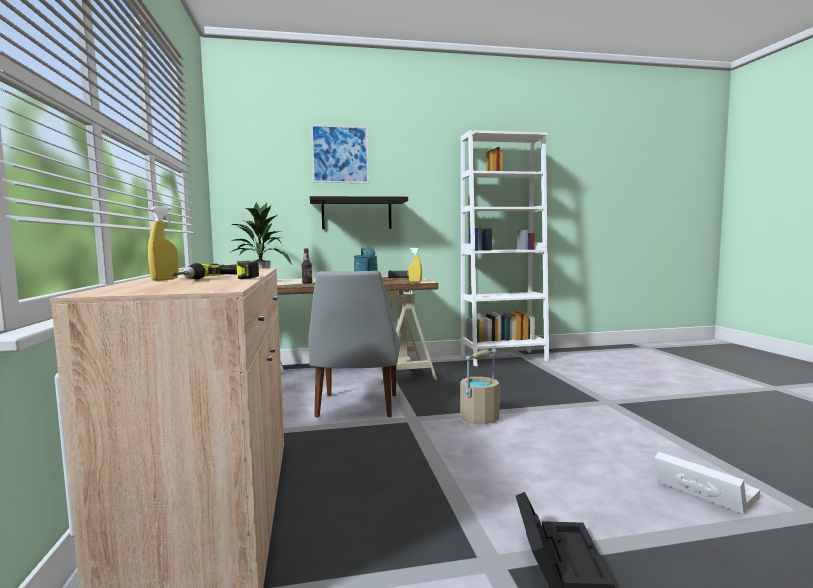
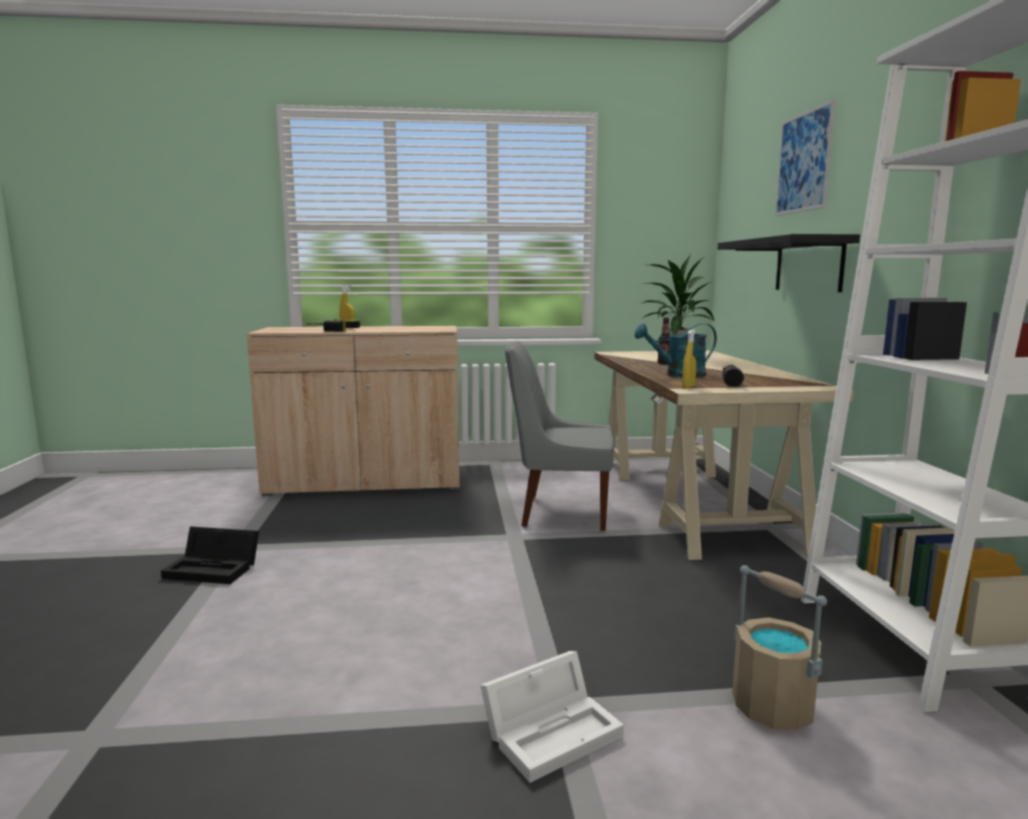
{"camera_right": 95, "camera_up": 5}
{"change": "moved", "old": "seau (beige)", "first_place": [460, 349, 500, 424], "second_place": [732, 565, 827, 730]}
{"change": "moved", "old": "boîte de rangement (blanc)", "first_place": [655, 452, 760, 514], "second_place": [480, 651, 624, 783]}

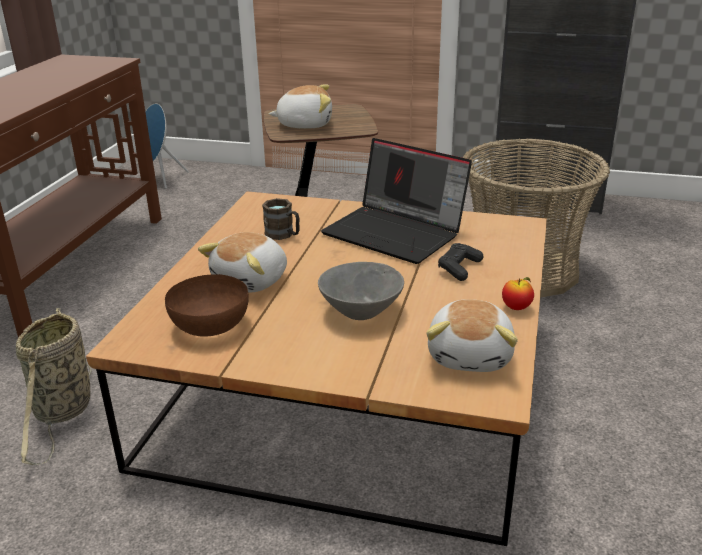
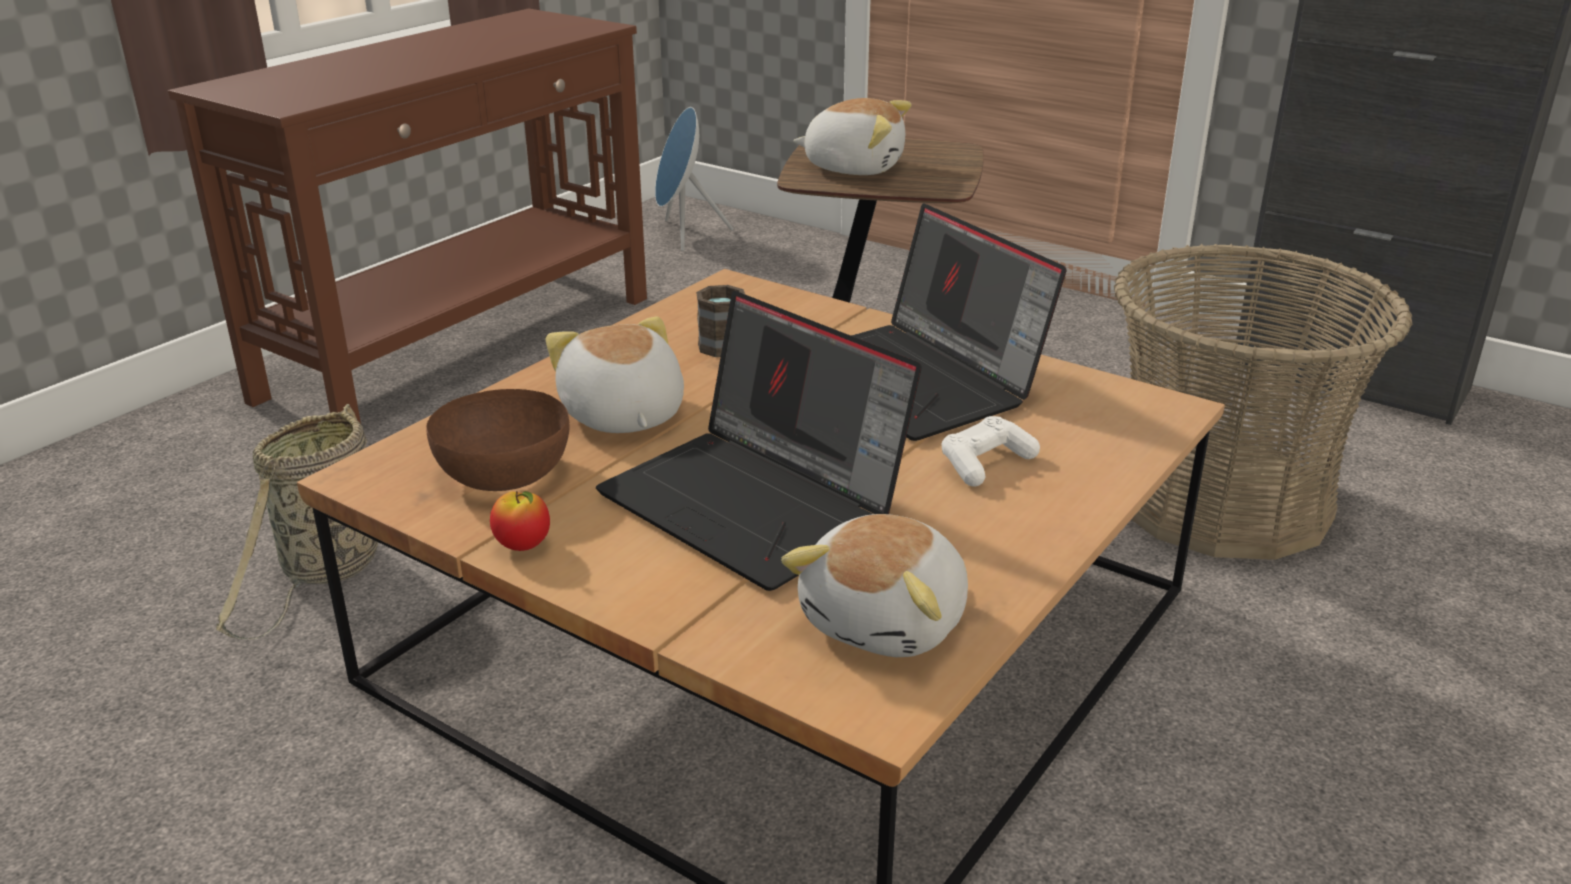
{"camera_right": 20, "camera_up": 0}
{"change": "turned", "old": "peluche", "first_place": [198, 232, 287, 293], "second_place": [546, 316, 684, 433], "degrees": 105}
{"change": "replaced", "old": "bol (gris)", "new": "ordinateur portable", "first_place": [318, 262, 404, 320], "second_place": [596, 291, 922, 591]}
{"change": "recoloured", "old": "manette (noir)", "new": "manette (blanc)", "first_place": [438, 243, 483, 281], "second_place": [942, 416, 1040, 486]}
{"change": "moved", "old": "pomme", "first_place": [502, 277, 534, 310], "second_place": [490, 491, 550, 551]}

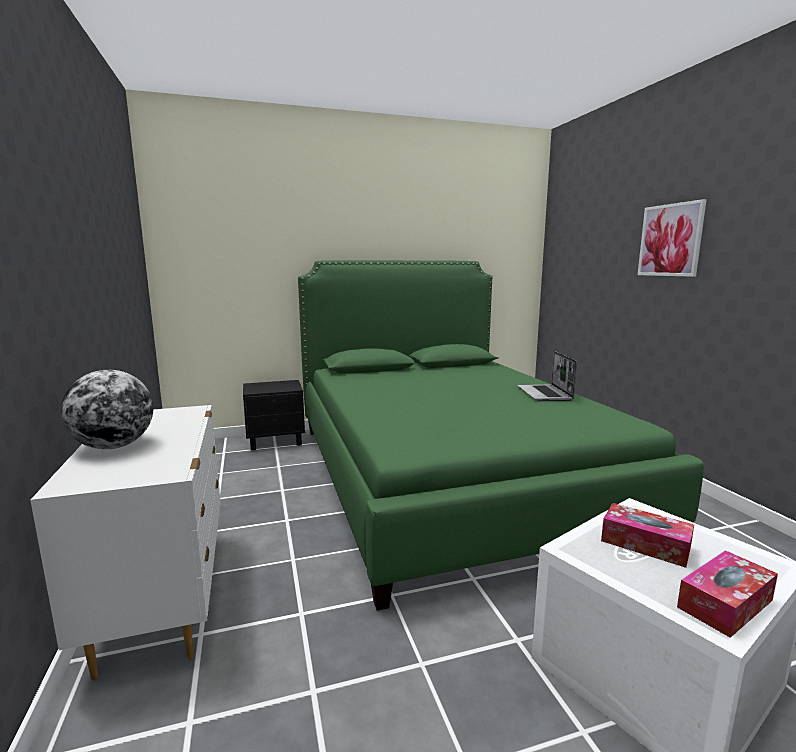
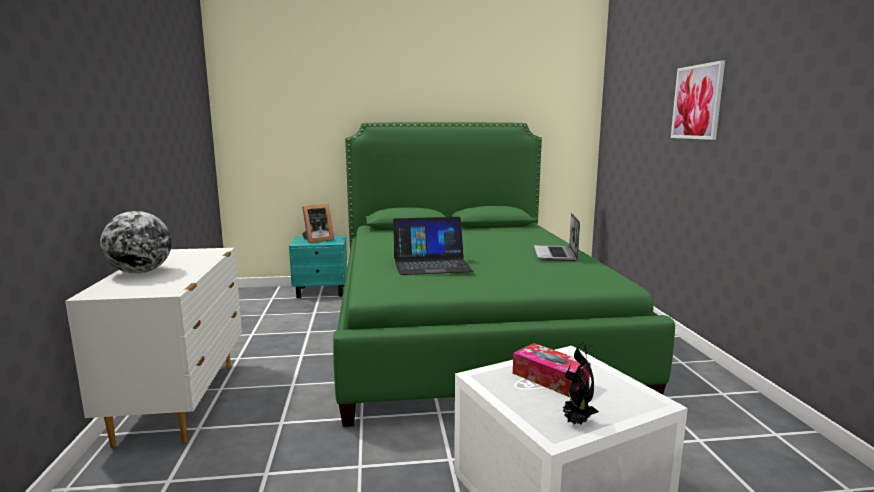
{"camera_right": 10, "camera_up": 0}
{"change": "recoloured", "old": "table de chevet (noir)", "new": "table de chevet (turquoise)", "first_place": [243, 380, 305, 451], "second_place": [289, 236, 347, 298]}
{"change": "replaced", "old": "boîte à mouchoirs", "new": "plante en pot", "first_place": [677, 550, 778, 638], "second_place": [562, 341, 599, 425]}
{"change": "added", "new": "cadre photo", "second_place": [302, 204, 334, 243]}
{"change": "added", "new": "ordinateur portable", "second_place": [393, 217, 473, 275]}

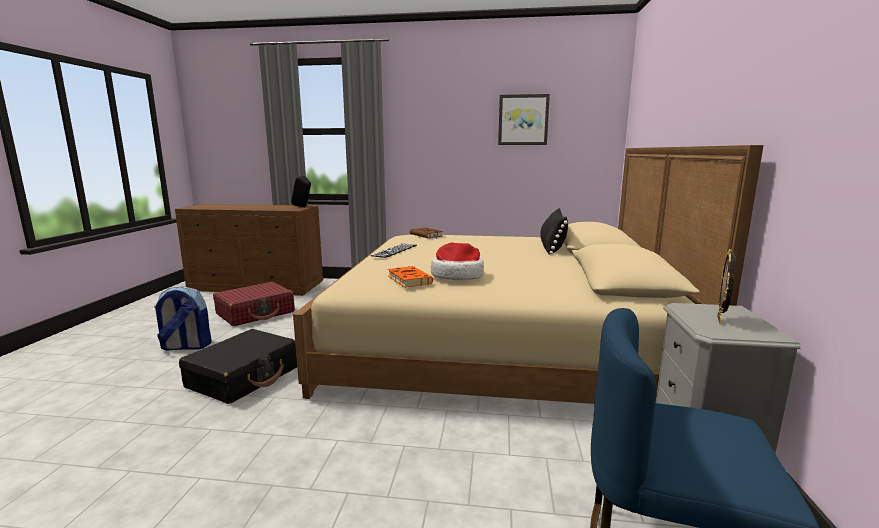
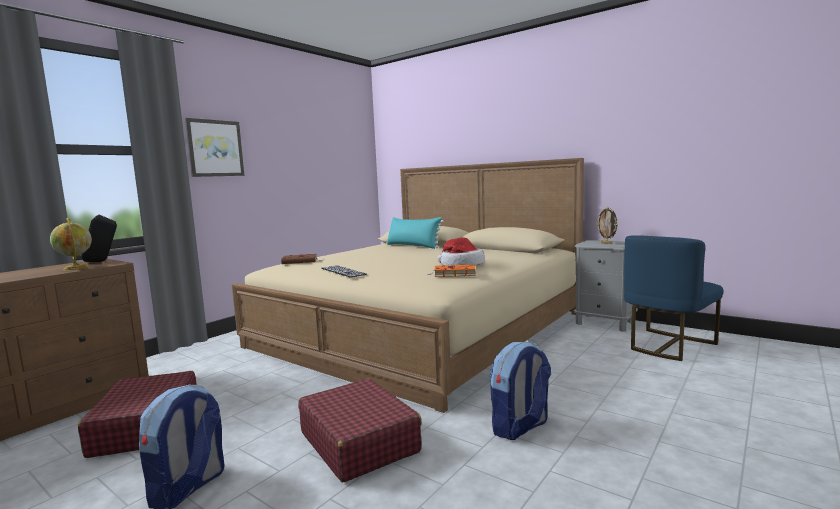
{"camera_right": -60, "camera_up": -5}
{"change": "recoloured", "old": "valise (noir)", "new": "valise (rouge)", "first_place": [179, 329, 297, 404], "second_place": [298, 378, 422, 482]}
{"change": "moved", "old": "tableau", "first_place": [498, 94, 550, 145], "second_place": [185, 118, 244, 177]}
{"change": "recoloured", "old": "coussin (noir)", "new": "coussin (turquoise)", "first_place": [540, 208, 568, 255], "second_place": [386, 217, 444, 249]}
{"change": "added", "new": "globe", "second_place": [50, 218, 92, 271]}
{"change": "added", "new": "sac à dos", "second_place": [490, 341, 551, 440]}

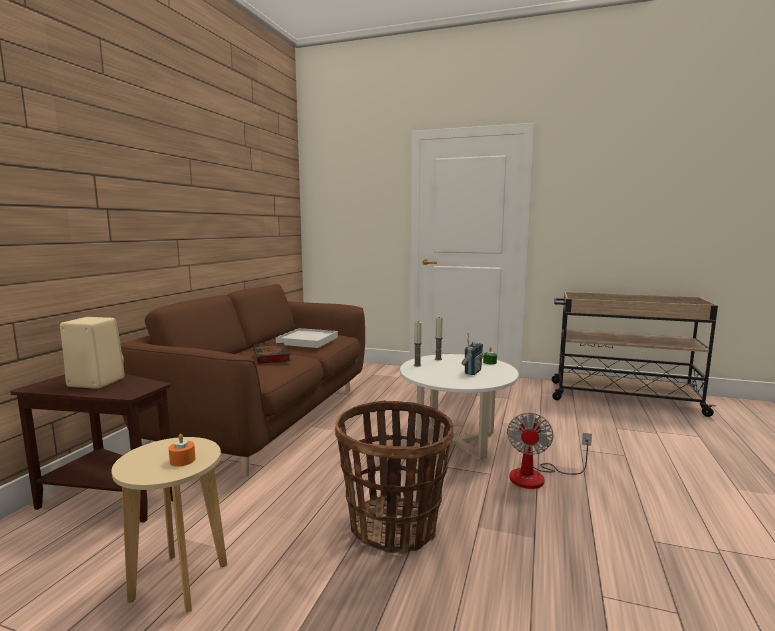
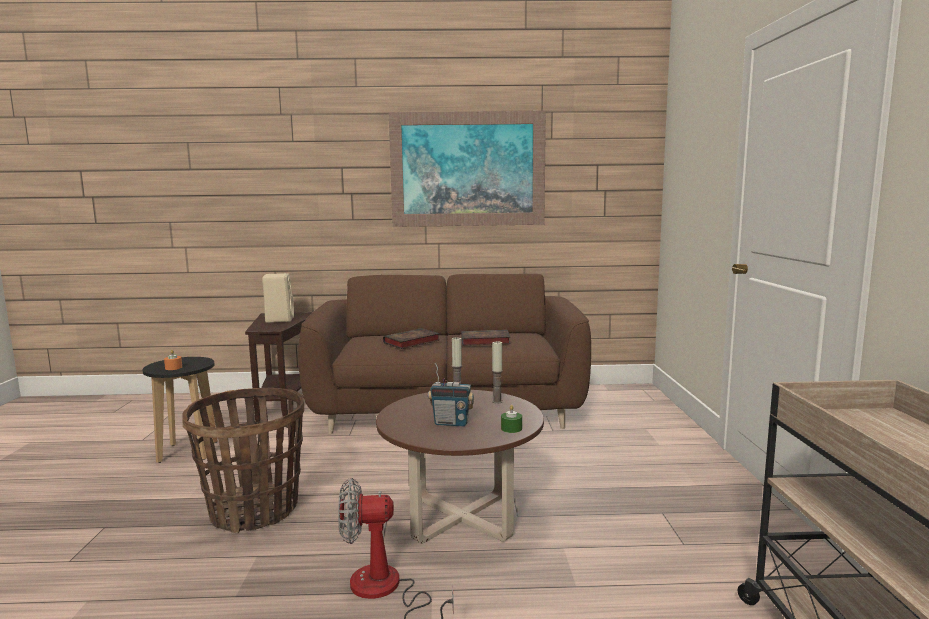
{"camera_right": 70, "camera_up": 0}
{"change": "recoloured", "old": "tabouret (beige)", "new": "tabouret (noir)", "first_place": [112, 437, 227, 613], "second_place": [143, 357, 218, 463]}
{"change": "replaced", "old": "plateau (blanc)", "new": "livre", "first_place": [276, 328, 338, 348], "second_place": [461, 330, 511, 346]}
{"change": "recoloured", "old": "table basse (blanc)", "new": "table basse (marron)", "first_place": [400, 354, 519, 460], "second_place": [376, 390, 544, 544]}
{"change": "added", "new": "tableau", "second_place": [389, 111, 546, 227]}

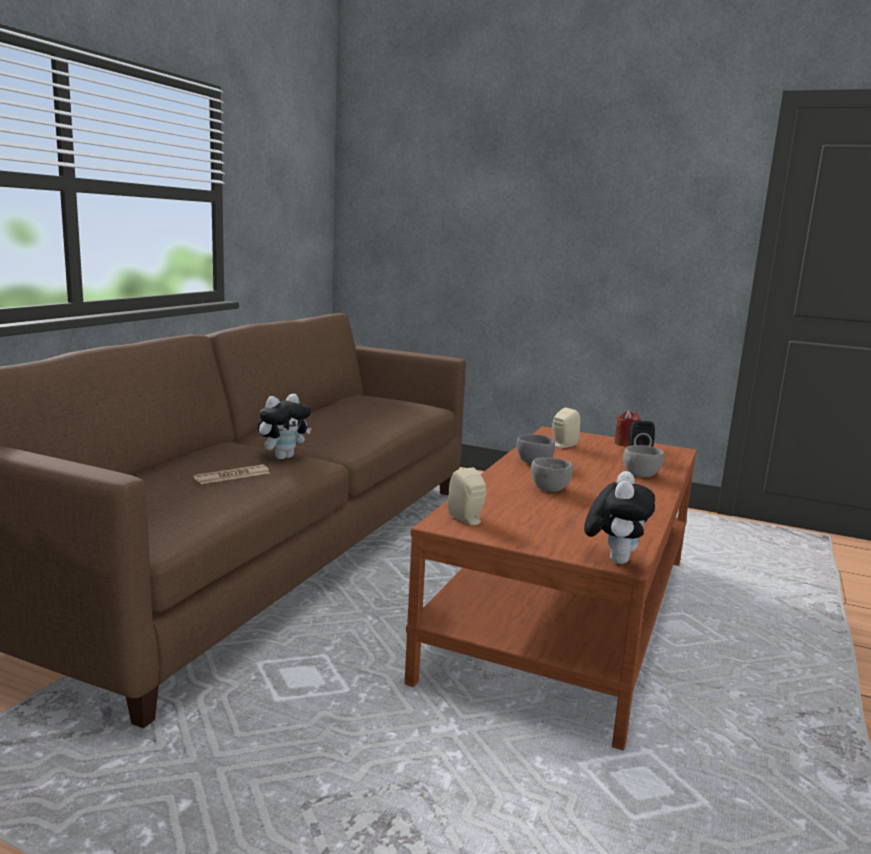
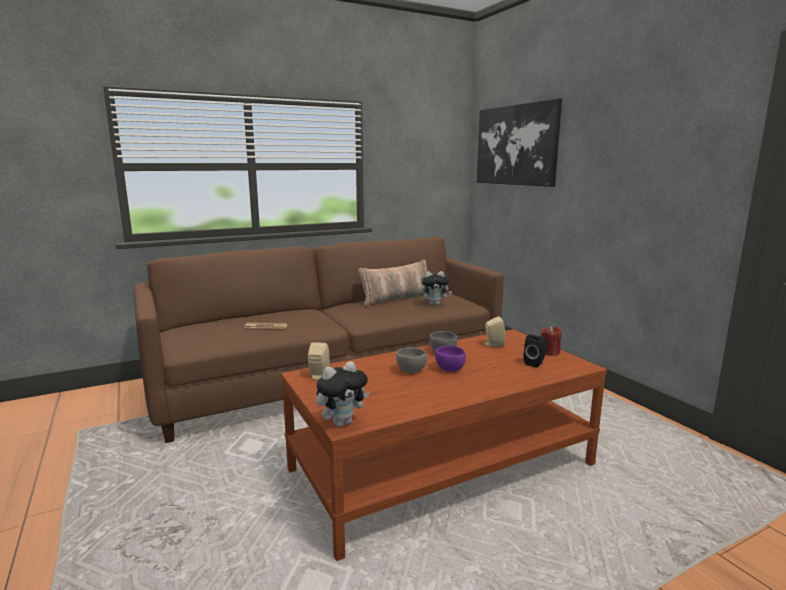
{"camera_right": 40, "camera_up": 0}
{"change": "moved", "old": "peluche", "first_place": [258, 394, 311, 459], "second_place": [421, 271, 452, 306]}
{"change": "removed", "old": "bol (gris)", "first_place": [623, 445, 664, 478]}
{"change": "added", "new": "coussin", "second_place": [358, 260, 427, 307]}
{"change": "added", "new": "bol (violet)", "second_place": [435, 346, 466, 372]}
{"change": "added", "new": "tableau", "second_place": [477, 98, 562, 187]}

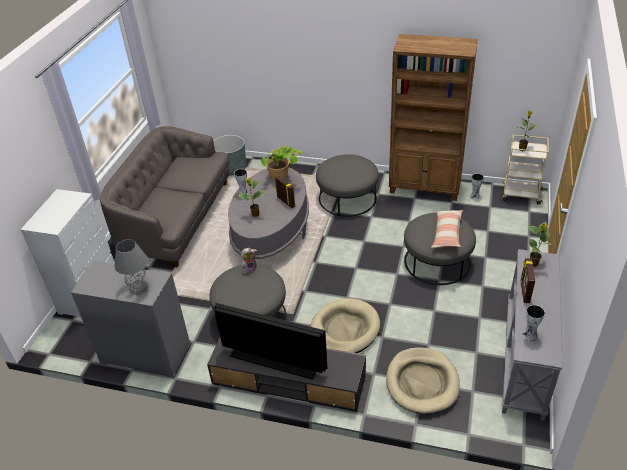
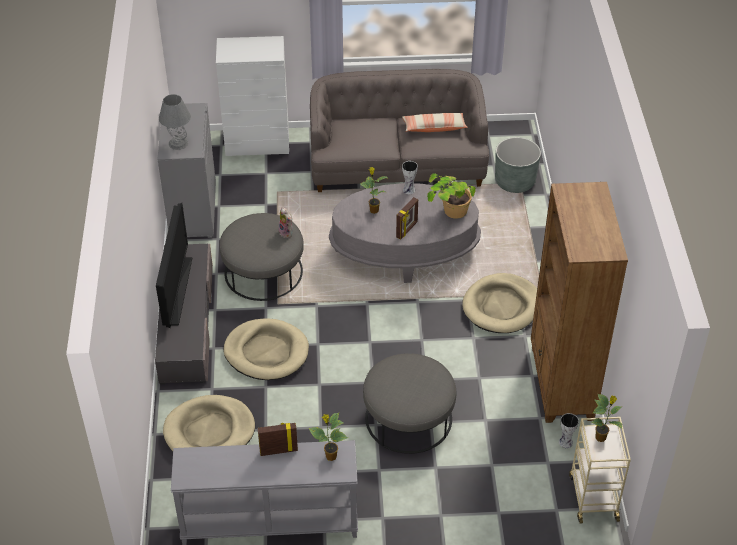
{"camera_right": 70, "camera_up": 5}
{"change": "replaced", "old": "pouf (gris)", "new": "panier pour chien (beige)", "first_place": [316, 154, 379, 217], "second_place": [462, 273, 537, 333]}
{"change": "moved", "old": "coussin", "first_place": [431, 210, 463, 248], "second_place": [402, 113, 468, 132]}
{"change": "removed", "old": "vase", "first_place": [523, 305, 545, 341]}

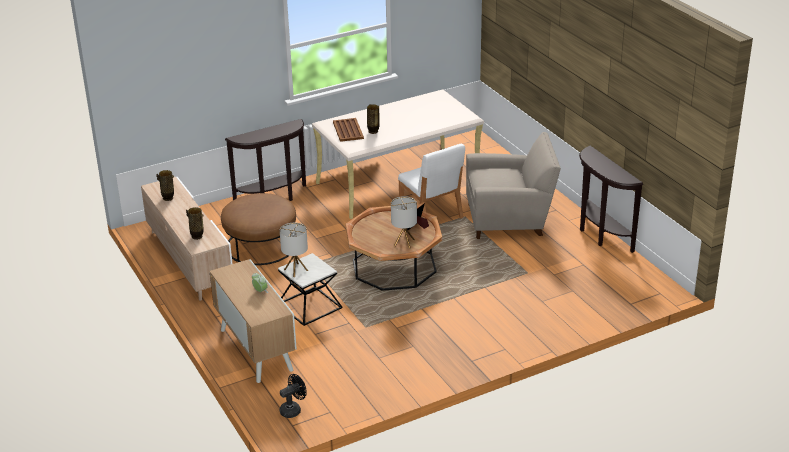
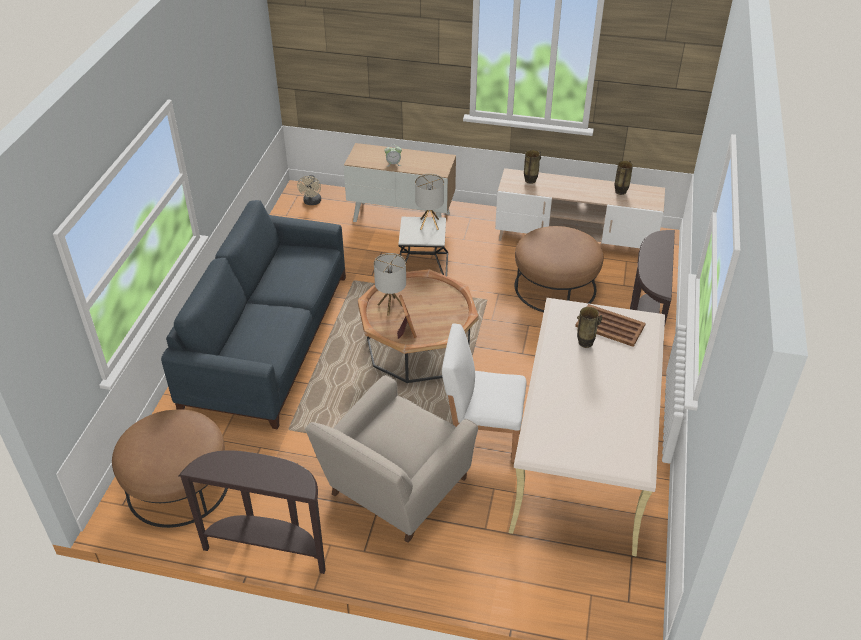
{"camera_right": 130, "camera_up": 10}
{"change": "recoloured", "old": "ventilateur (noir)", "new": "ventilateur (beige)", "first_place": [280, 374, 307, 418], "second_place": [297, 175, 321, 205]}
{"change": "added", "new": "pouf (marron)", "second_place": [112, 410, 228, 528]}
{"change": "added", "new": "canapé (bleu)", "second_place": [161, 200, 346, 429]}

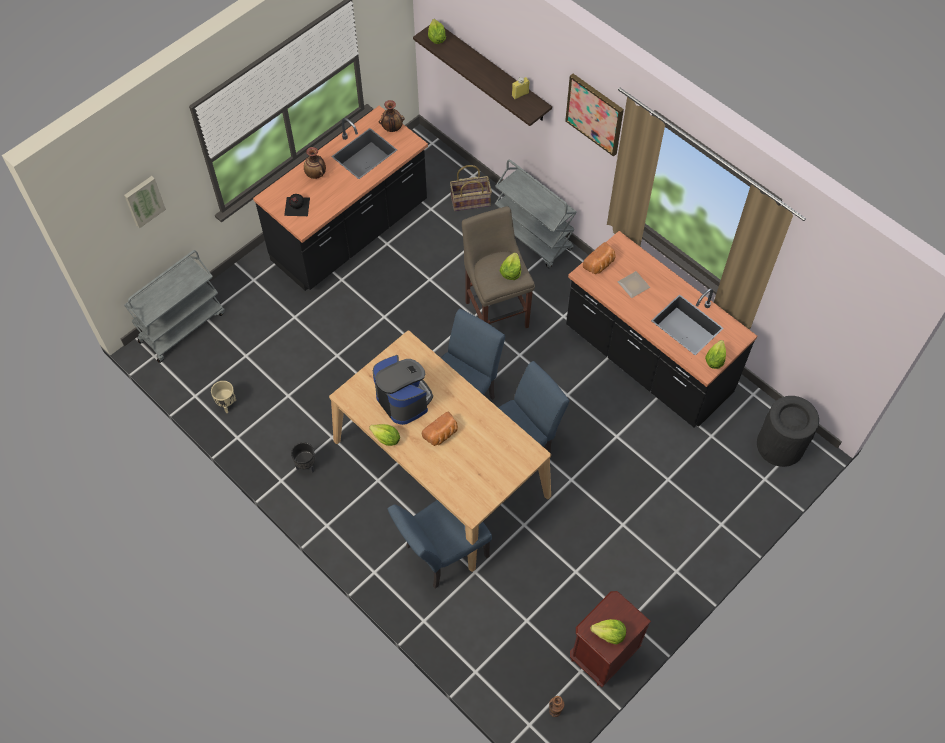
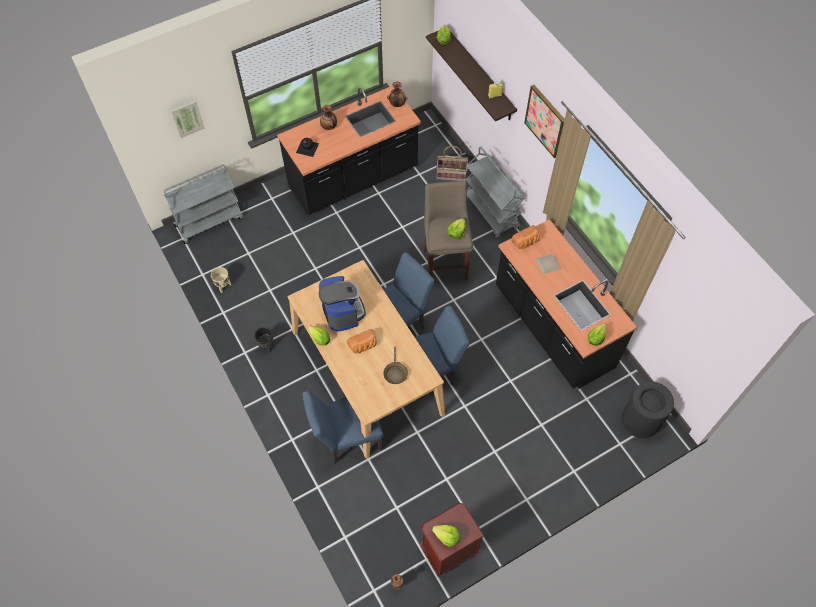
{"camera_right": 15, "camera_up": 0}
{"change": "added", "new": "poêle (marron)", "second_place": [383, 347, 408, 384]}

